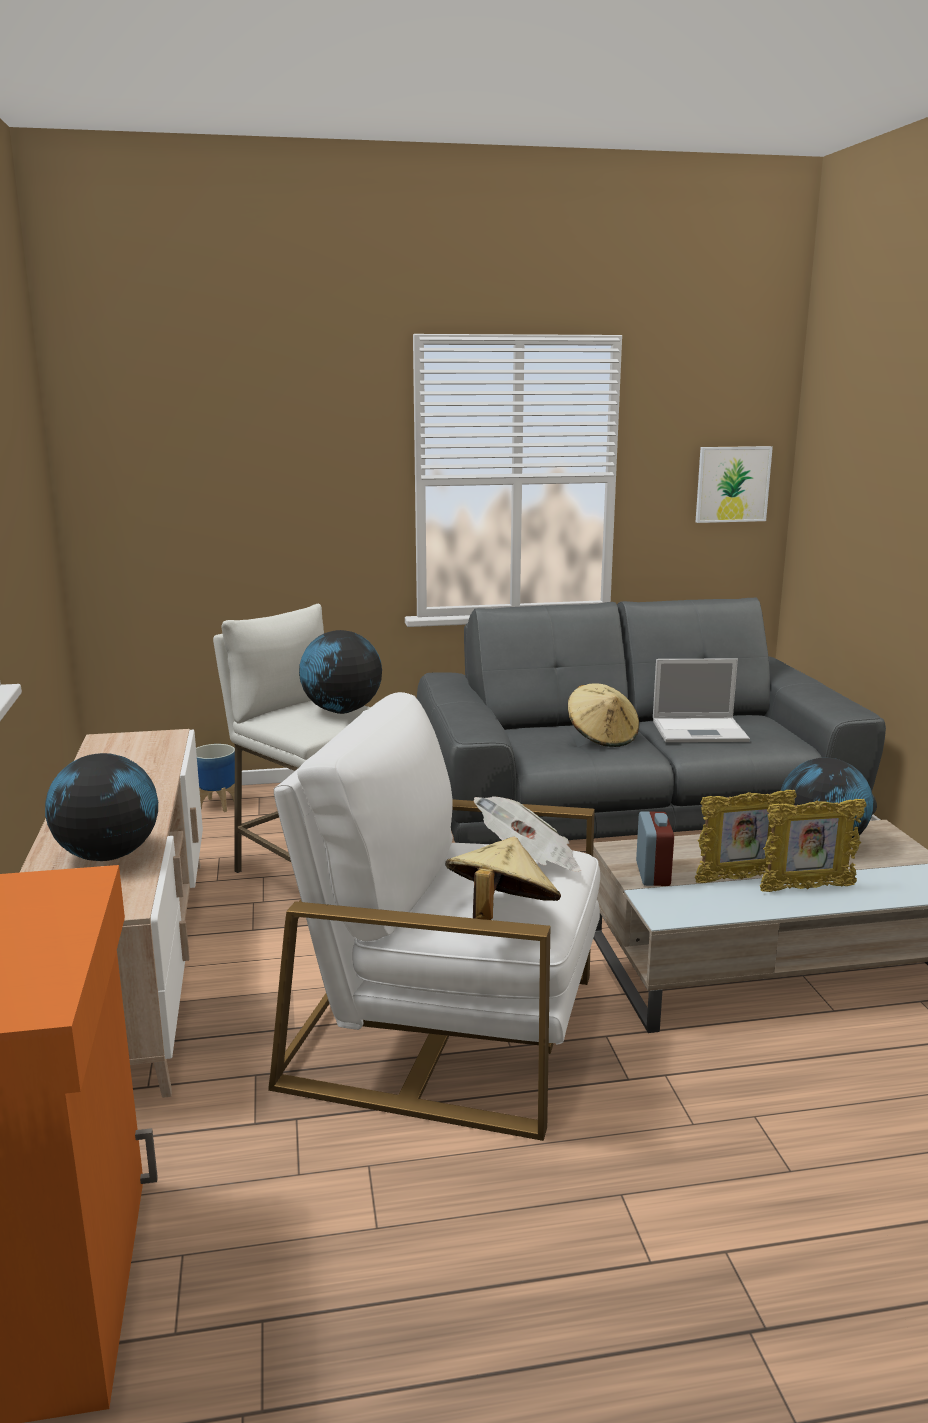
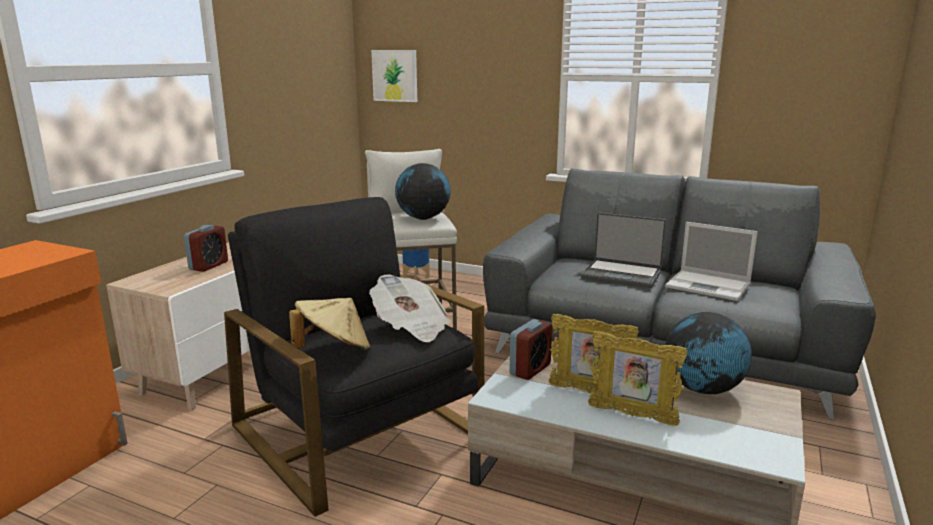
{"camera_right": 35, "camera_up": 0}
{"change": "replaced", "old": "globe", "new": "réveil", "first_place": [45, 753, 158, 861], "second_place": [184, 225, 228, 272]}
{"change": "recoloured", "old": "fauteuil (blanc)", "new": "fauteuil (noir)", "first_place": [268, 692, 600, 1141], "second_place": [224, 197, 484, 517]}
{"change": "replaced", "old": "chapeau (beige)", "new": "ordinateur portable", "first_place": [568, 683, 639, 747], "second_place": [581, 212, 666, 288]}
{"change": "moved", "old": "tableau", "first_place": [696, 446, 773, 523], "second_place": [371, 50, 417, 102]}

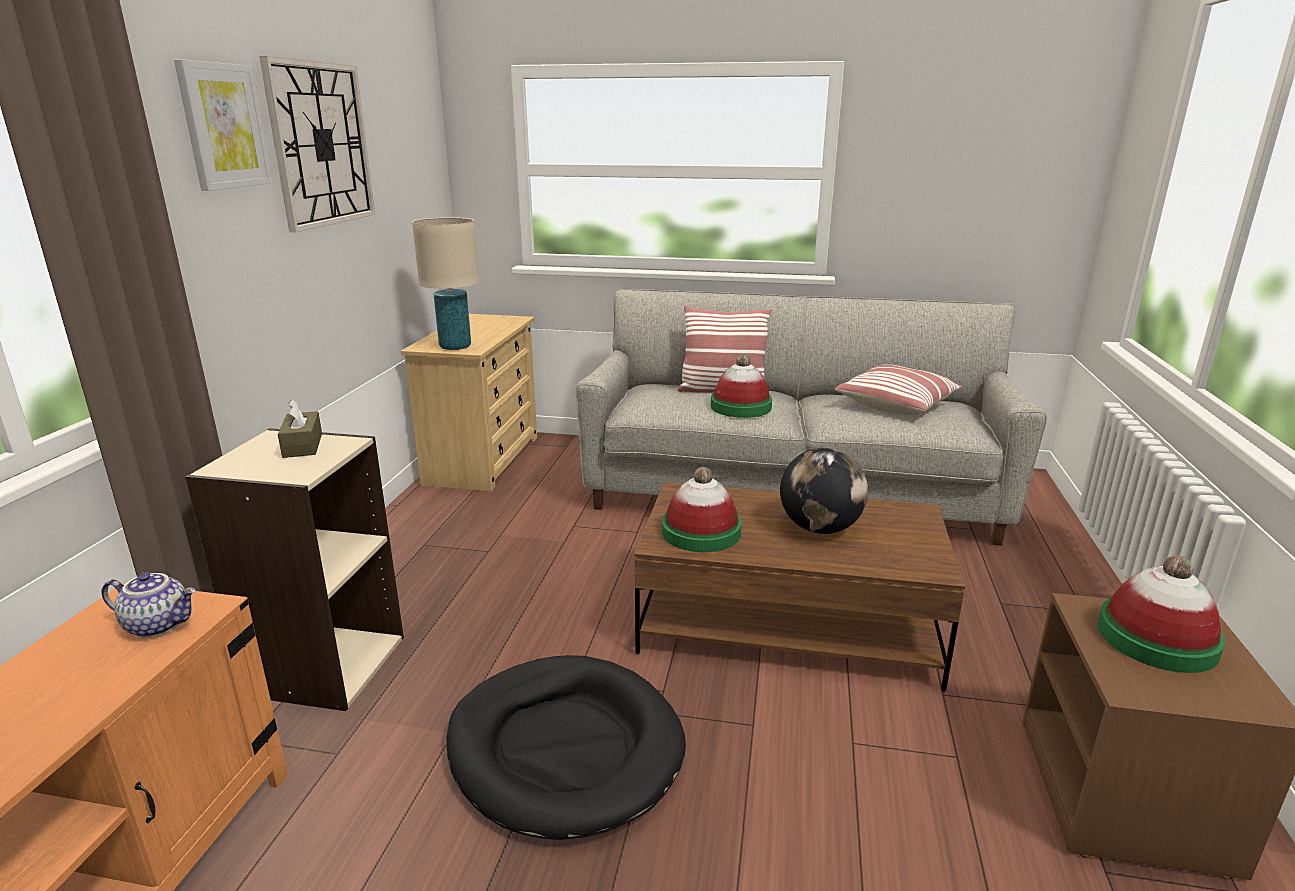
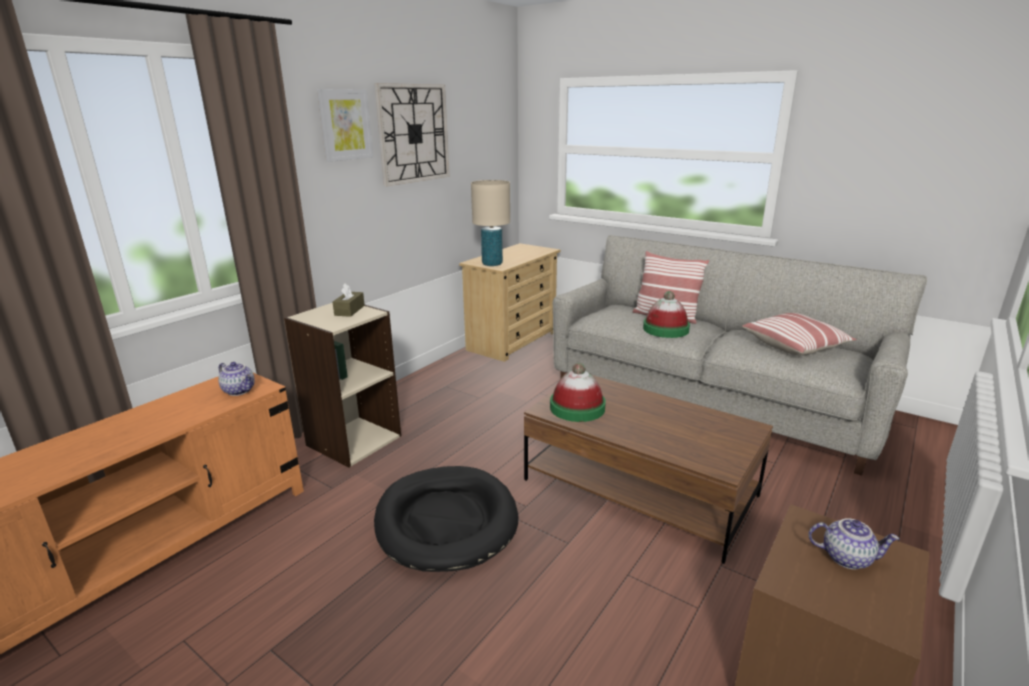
{"camera_right": 25, "camera_up": 0}
{"change": "removed", "old": "globe", "first_place": [780, 448, 868, 534]}
{"change": "replaced", "old": "chapeau", "new": "théière", "first_place": [1097, 555, 1225, 673], "second_place": [808, 518, 900, 569]}

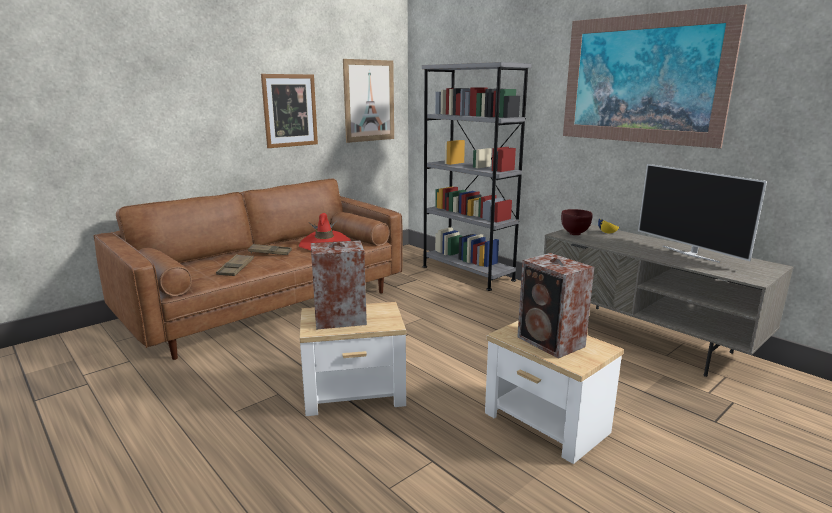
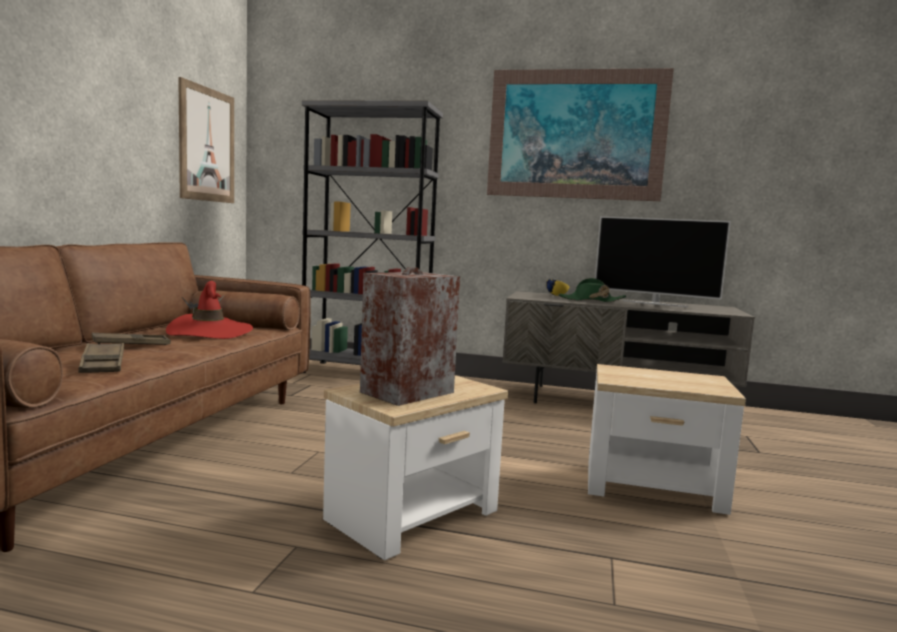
{"camera_right": -35, "camera_up": -10}
{"change": "removed", "old": "tableau", "first_place": [261, 74, 318, 148]}
{"change": "removed", "old": "enceinte", "first_place": [517, 253, 594, 358]}
{"change": "removed", "old": "bol (marron)", "first_place": [561, 209, 593, 235]}
{"change": "added", "new": "chapeau (vert)", "second_place": [558, 278, 626, 302]}

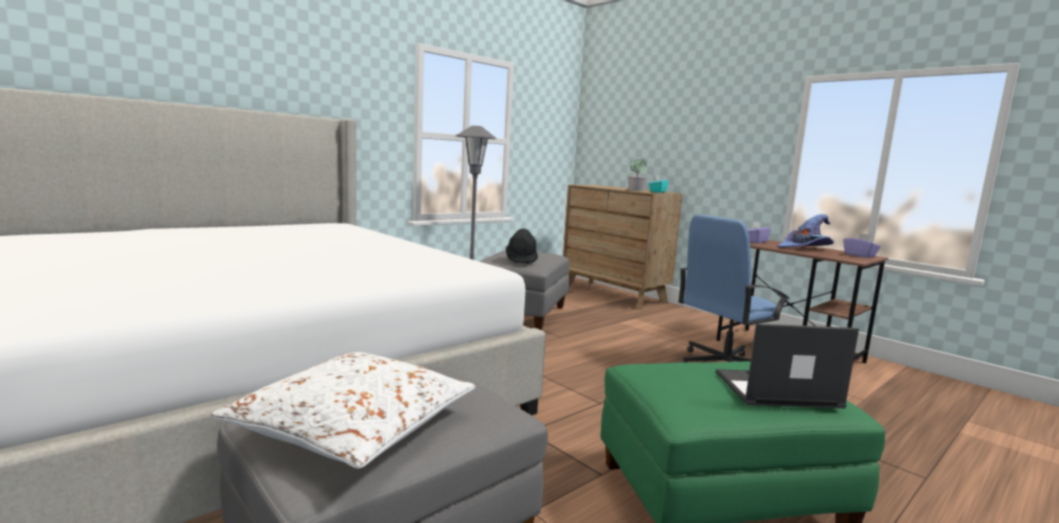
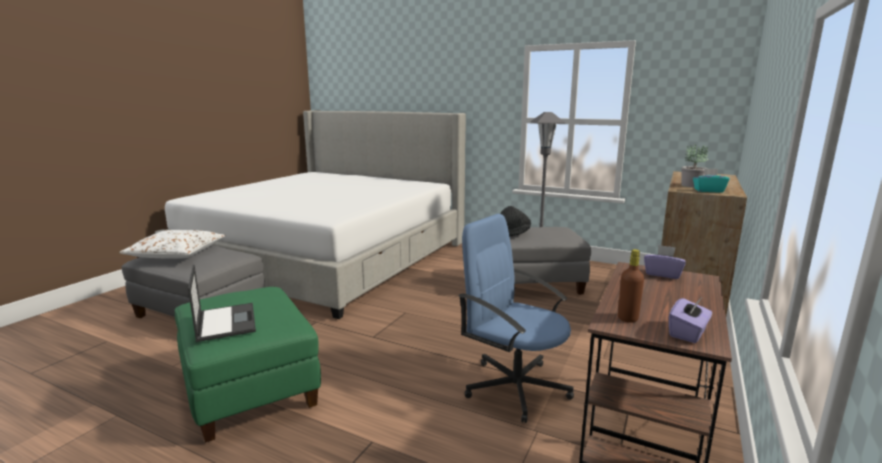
{"camera_right": 70, "camera_up": 5}
{"change": "removed", "old": "chapeau (violet)", "first_place": [778, 214, 834, 248]}
{"change": "added", "new": "bouteille (marron)", "second_place": [618, 249, 644, 323]}

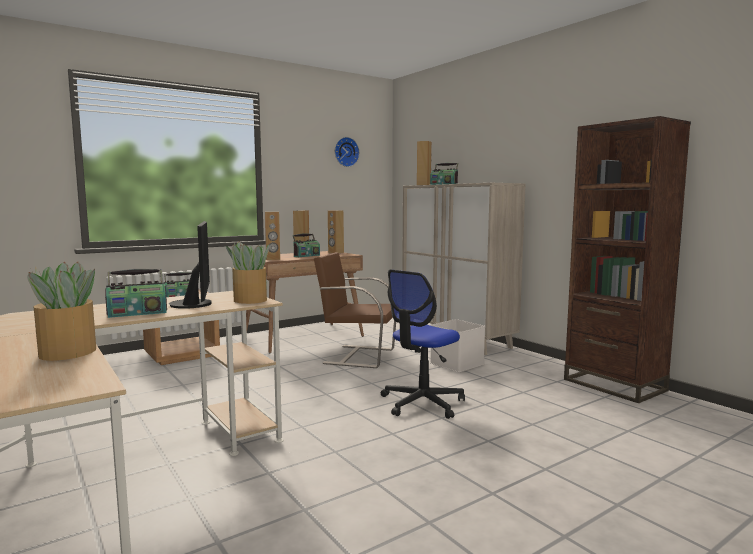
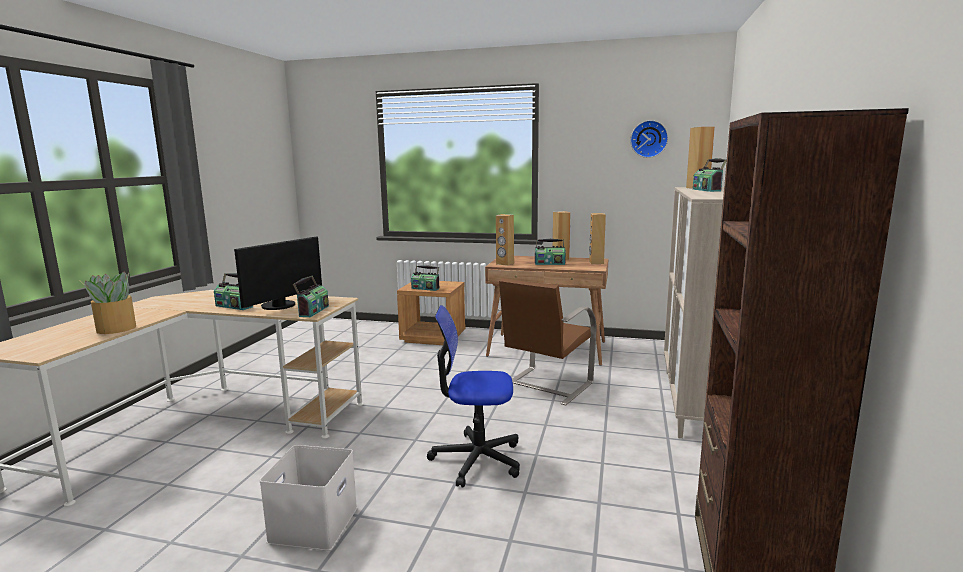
{"camera_right": 50, "camera_up": 5}
{"change": "replaced", "old": "plante en pot", "new": "radio", "first_place": [226, 241, 270, 304], "second_place": [293, 276, 329, 317]}
{"change": "turned", "old": "chaise (marron)", "first_place": [314, 252, 396, 368], "second_place": [498, 278, 597, 406], "degrees": -120}
{"change": "moved", "old": "boîte de rangement (blanc)", "first_place": [430, 319, 485, 372], "second_place": [260, 445, 357, 551]}

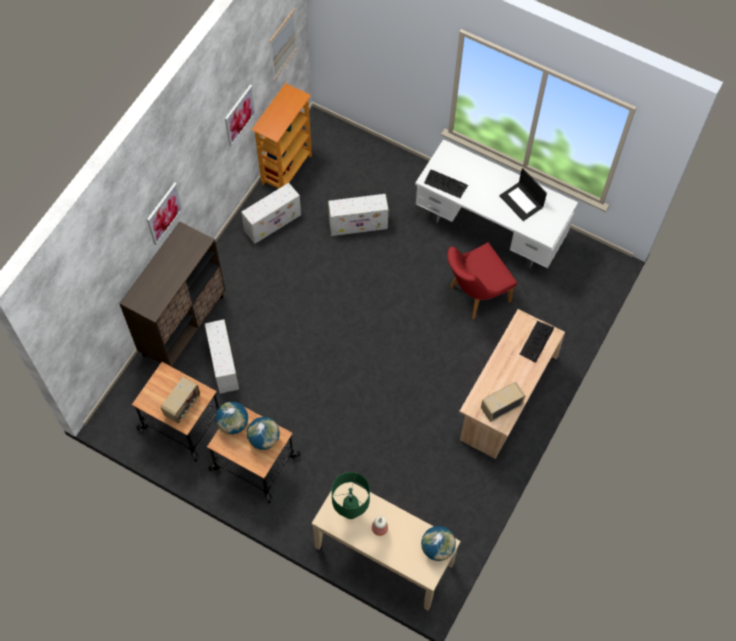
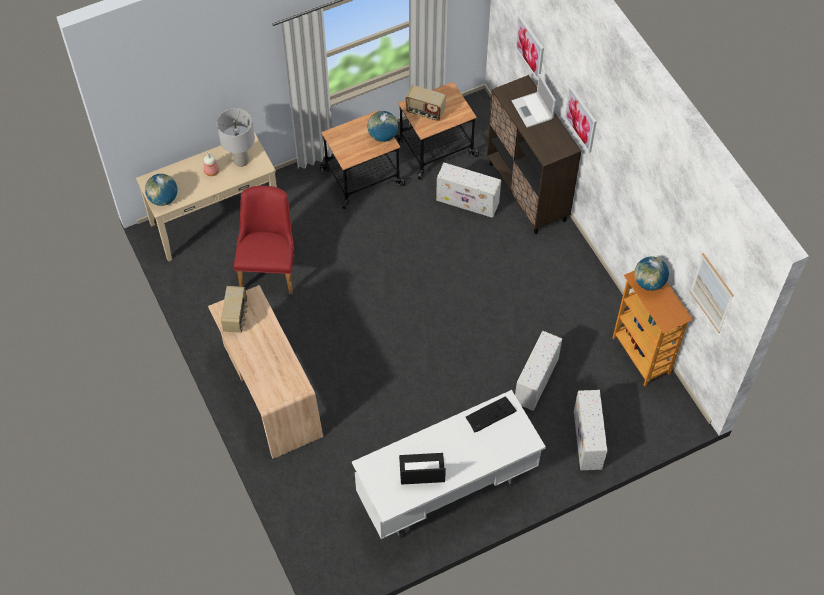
{"camera_right": 125, "camera_up": -5}
{"change": "turned", "old": "radio", "first_place": [161, 377, 200, 424], "second_place": [405, 85, 446, 121], "degrees": -45}
{"change": "moved", "old": "tableau", "first_place": [225, 85, 256, 146], "second_place": [515, 15, 544, 80]}
{"change": "moved", "old": "boîte de rangement (blanc)", "first_place": [241, 183, 301, 244], "second_place": [574, 390, 607, 470]}
{"change": "moved", "old": "globe", "first_place": [247, 417, 280, 450], "second_place": [634, 256, 669, 291]}
{"change": "recoloured", "old": "lampe de table (vert)", "new": "lampe de table (gris)", "first_place": [331, 472, 370, 519], "second_place": [217, 108, 255, 167]}
{"change": "moved", "old": "chaise (rouge)", "first_place": [447, 242, 517, 319], "second_place": [234, 186, 295, 294]}
{"change": "removed", "old": "clavier", "first_place": [519, 321, 554, 363]}
{"change": "added", "new": "ordinateur portable", "second_place": [511, 74, 556, 128]}

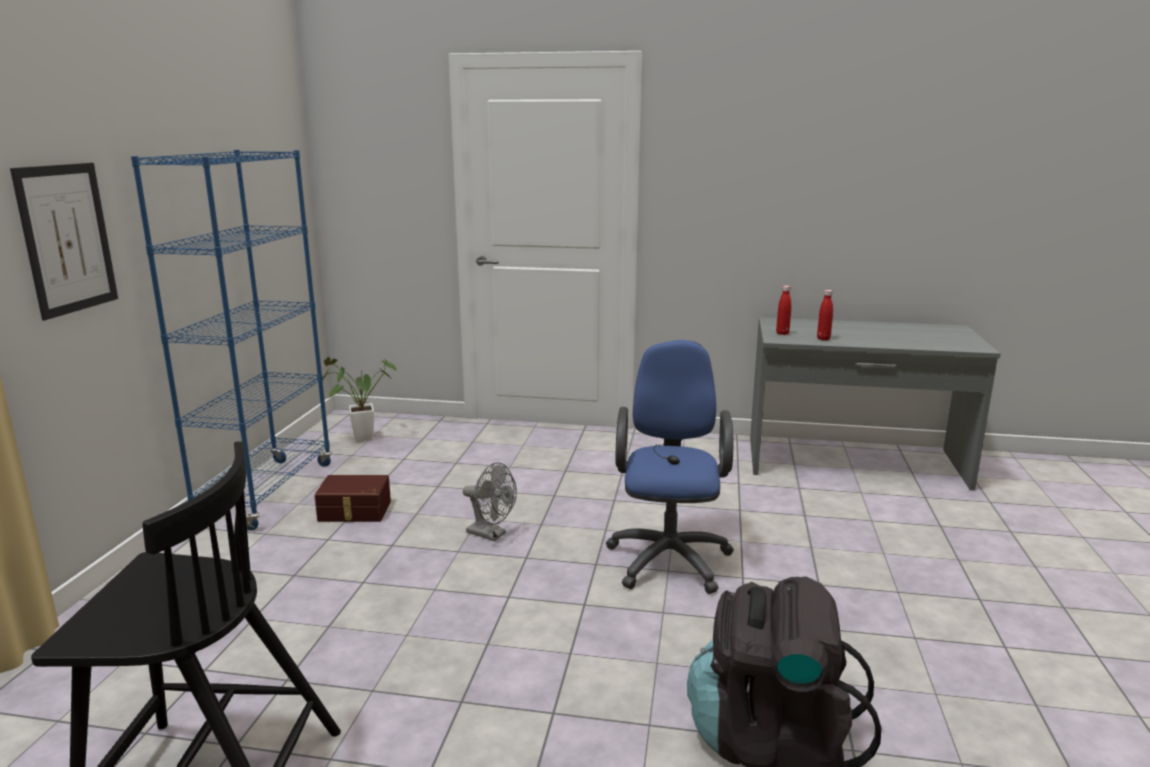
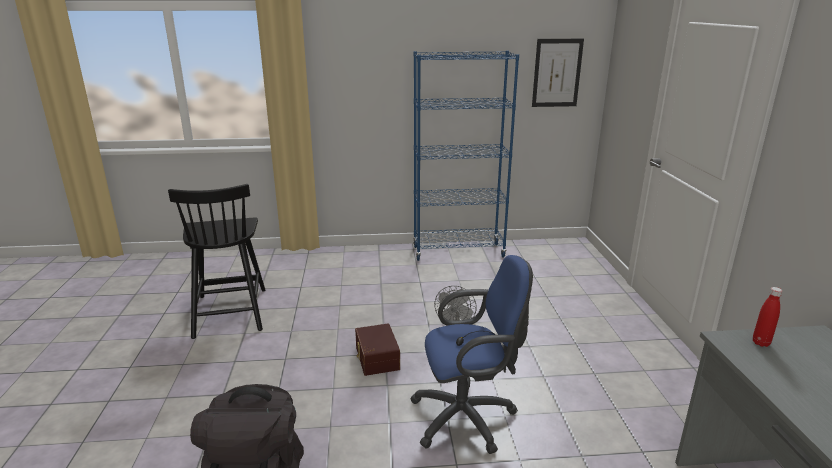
{"camera_right": 75, "camera_up": 5}
{"change": "moved", "old": "tableau", "first_place": [10, 163, 118, 320], "second_place": [532, 39, 584, 107]}
{"change": "moved", "old": "boîte de rangement (marron)", "first_place": [314, 475, 391, 522], "second_place": [355, 324, 400, 376]}
{"change": "removed", "old": "plante en pot", "first_place": [323, 357, 397, 442]}
{"change": "removed", "old": "bouteille (rouge)", "first_place": [817, 290, 833, 340]}

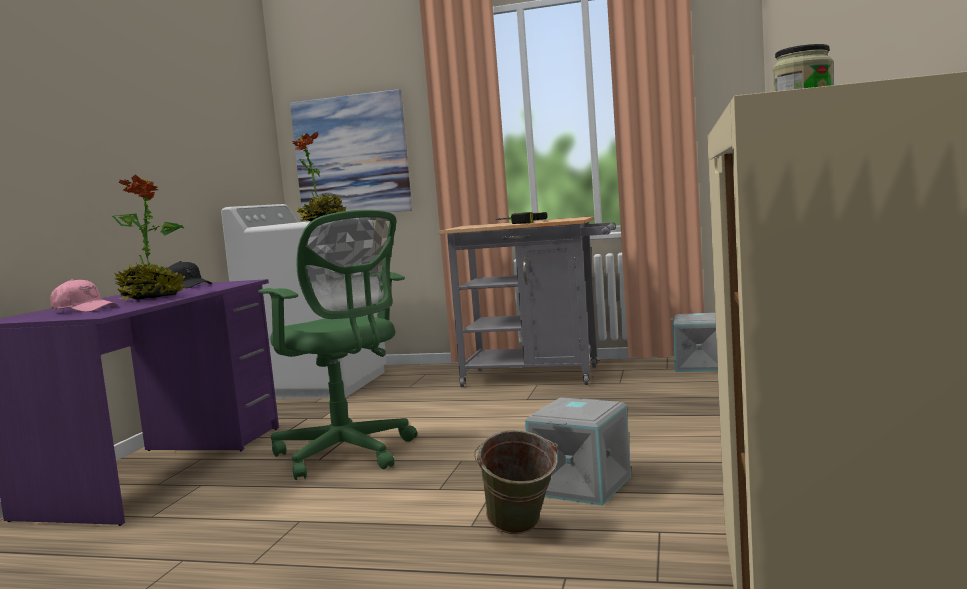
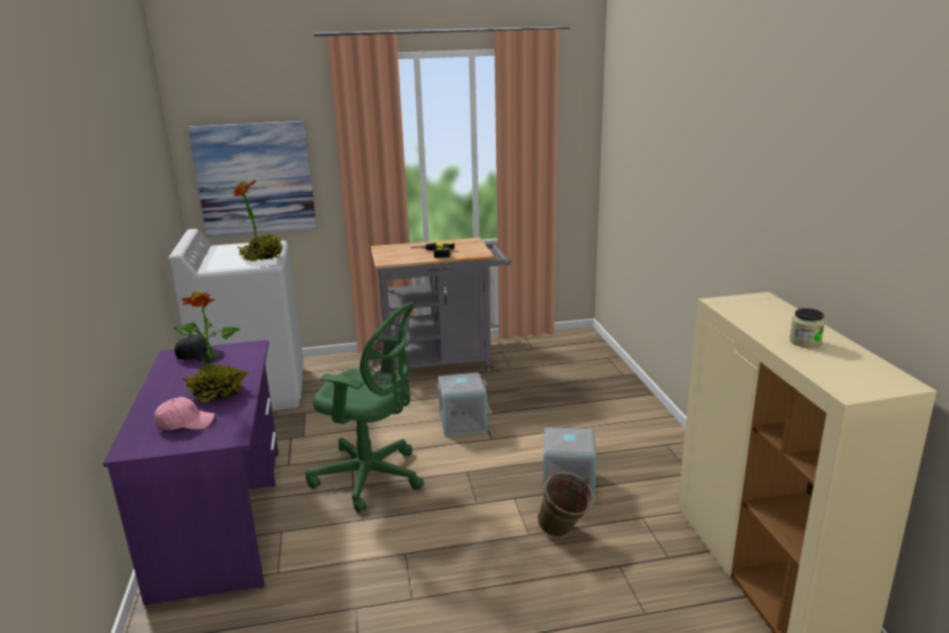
{"camera_right": -25, "camera_up": 15}
{"change": "moved", "old": "boîte de rangement (gris)", "first_place": [670, 313, 718, 372], "second_place": [437, 372, 488, 436]}

